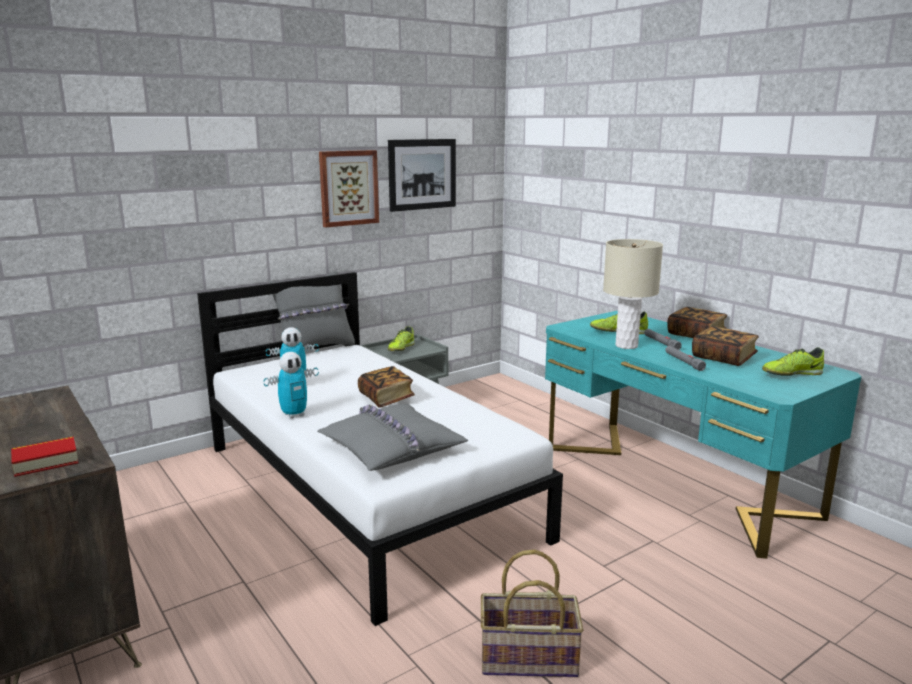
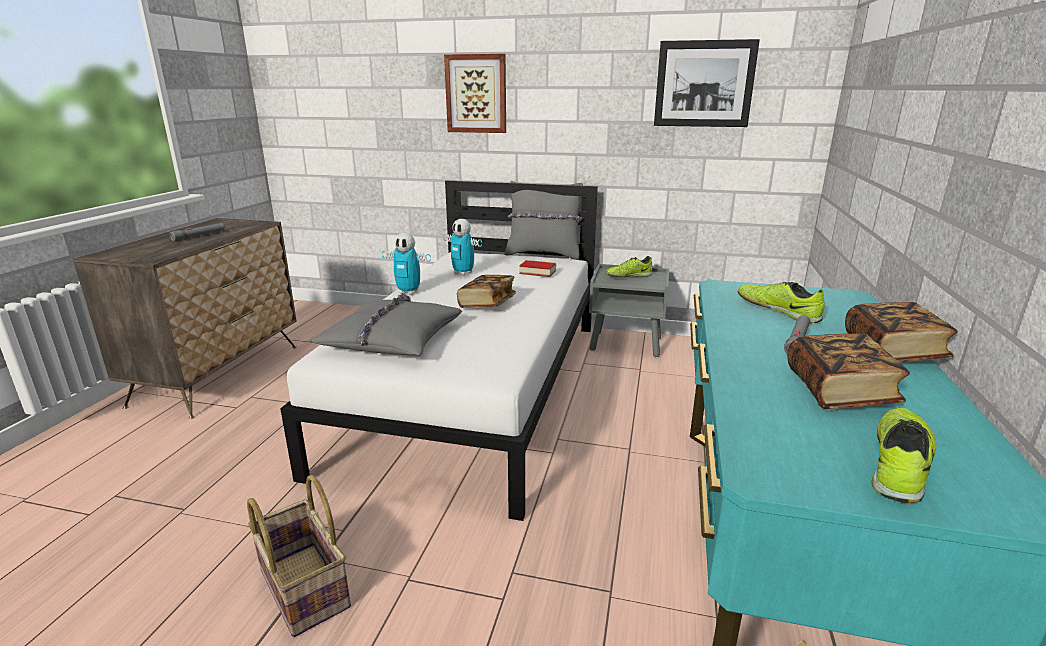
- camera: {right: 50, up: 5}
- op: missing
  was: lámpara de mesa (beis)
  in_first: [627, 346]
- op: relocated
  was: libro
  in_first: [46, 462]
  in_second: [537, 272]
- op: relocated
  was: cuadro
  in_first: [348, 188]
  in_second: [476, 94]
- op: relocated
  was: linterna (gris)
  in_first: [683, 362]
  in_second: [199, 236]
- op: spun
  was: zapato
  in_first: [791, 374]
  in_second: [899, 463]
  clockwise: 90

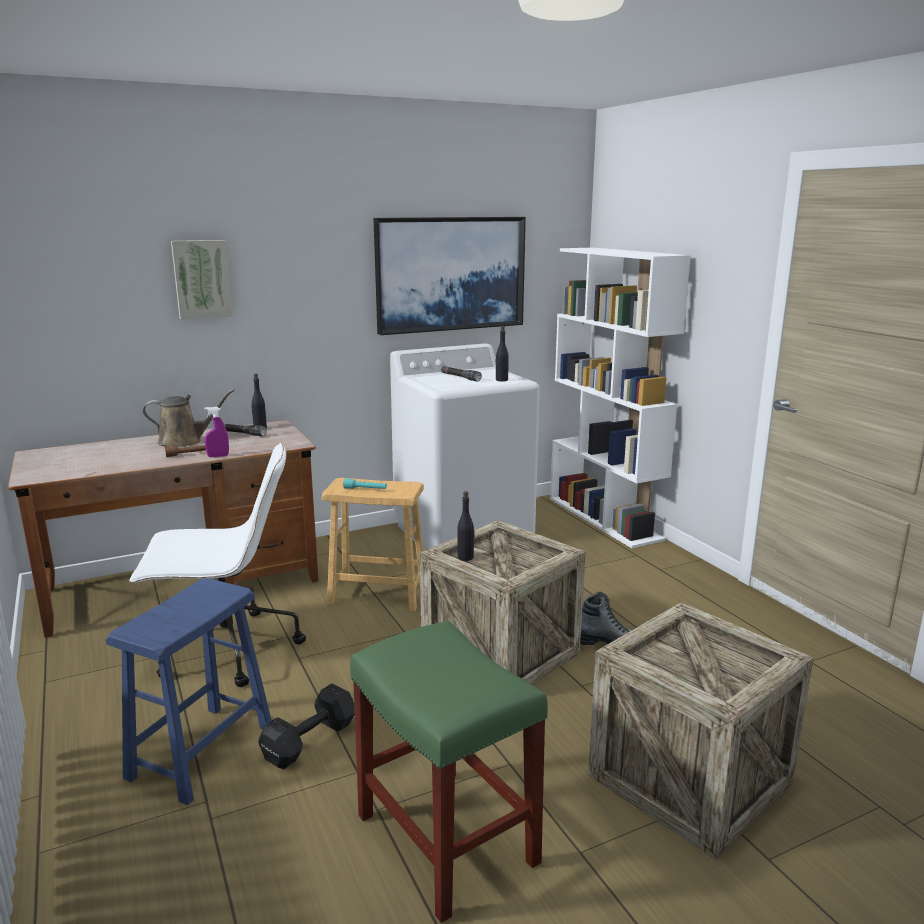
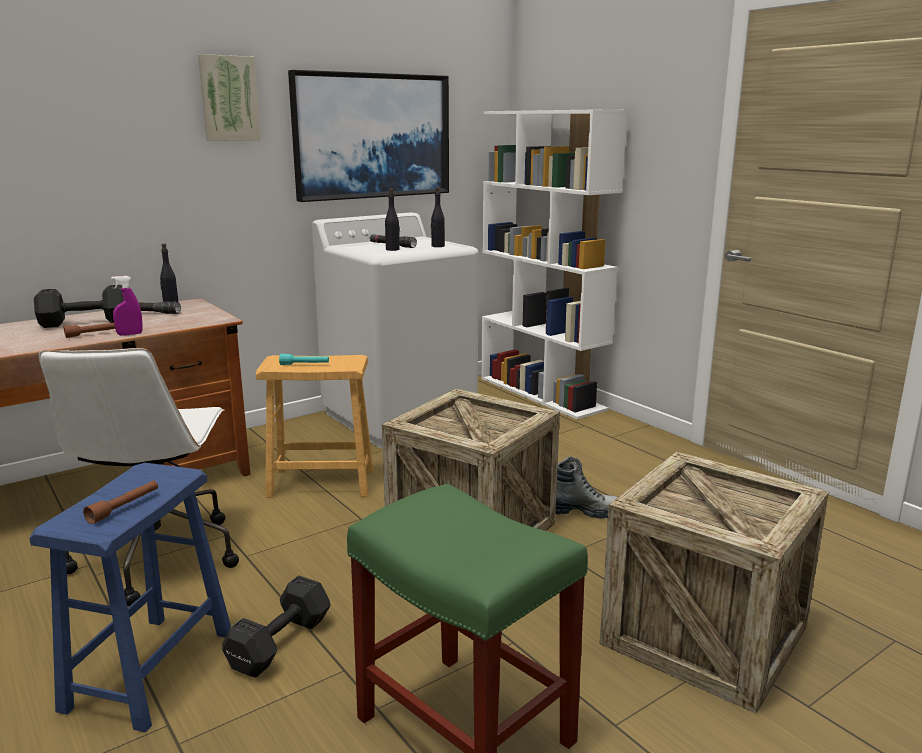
- camera: {right: -10, up: 0}
- op: appeared
  now: linterna (marrón)
  in_second: [124, 507]
- op: relocated
  was: cuadro
  in_first: [201, 279]
  in_second: [229, 98]
- op: relocated
  was: botella (negro)
  in_first: [465, 557]
  in_second: [393, 249]
- op: exchanged
  was: regadera (marrón)
  now: mancuerna (negro)
  in_first: [184, 441]
  in_second: [84, 322]
- op: spun
  was: silla de oficina (blanco)
  in_first: [226, 650]
  in_second: [157, 555]
  clockwise: 105

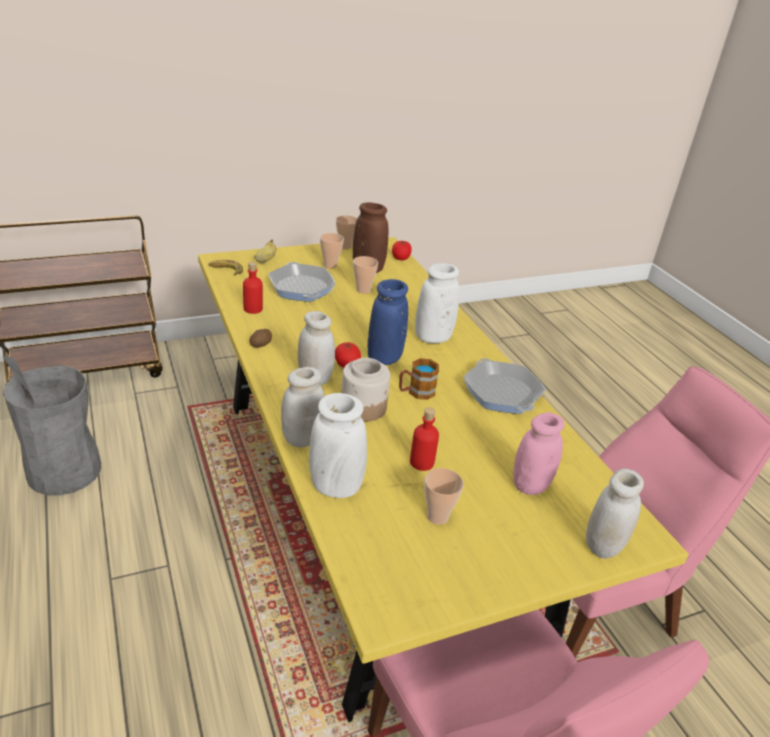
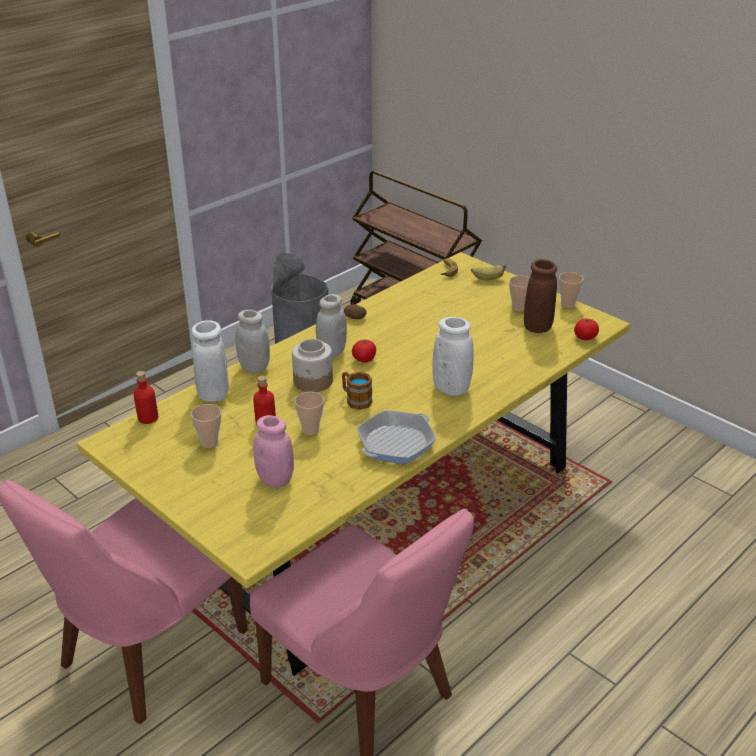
- camera: {right: 70, up: 0}
- op: missing
  was: sartén
  in_first: [301, 288]
- op: missing
  was: florero (azul)
  in_first: [384, 357]
- op: missing
  was: tarro (blanco)
  in_first: [603, 546]
- op: relocated
  was: botella (rojo)
  in_first: [253, 309]
  in_second: [148, 418]
- op: relocated
  was: taza
  in_first: [363, 290]
  in_second: [310, 430]

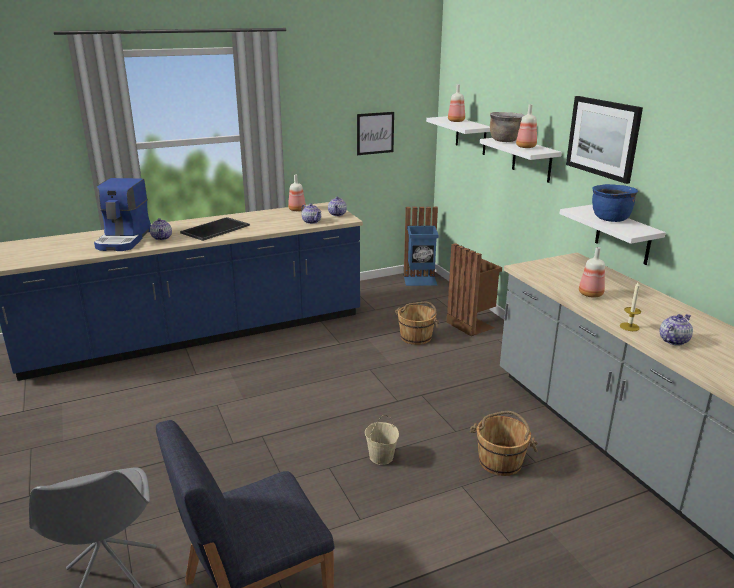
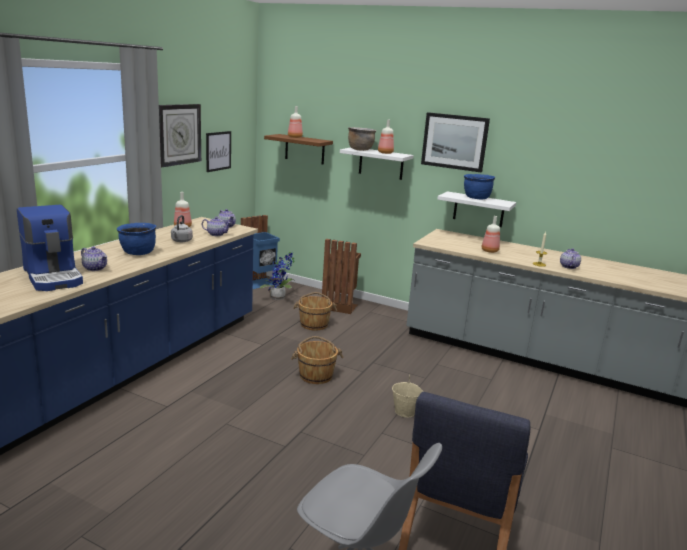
- camera: {right: -40, up: -5}
- op: appeared
  now: reloj de pared
  in_second: [179, 134]
- op: appeared
  now: hervidor (gris)
  in_second: [181, 241]
- op: appeared
  now: planta en maceta
  in_second: [279, 298]
- op: relocated
  was: cubo (marrón)
  in_first: [500, 461]
  in_second: [316, 375]
- op: exchanged
  was: bandeja
  now: olla (azul)
  in_first: [215, 229]
  in_second: [138, 253]
- op: colour
  was: estante (blanco)
  now: estante (marrón)
  in_first: [471, 135]
  in_second: [304, 149]

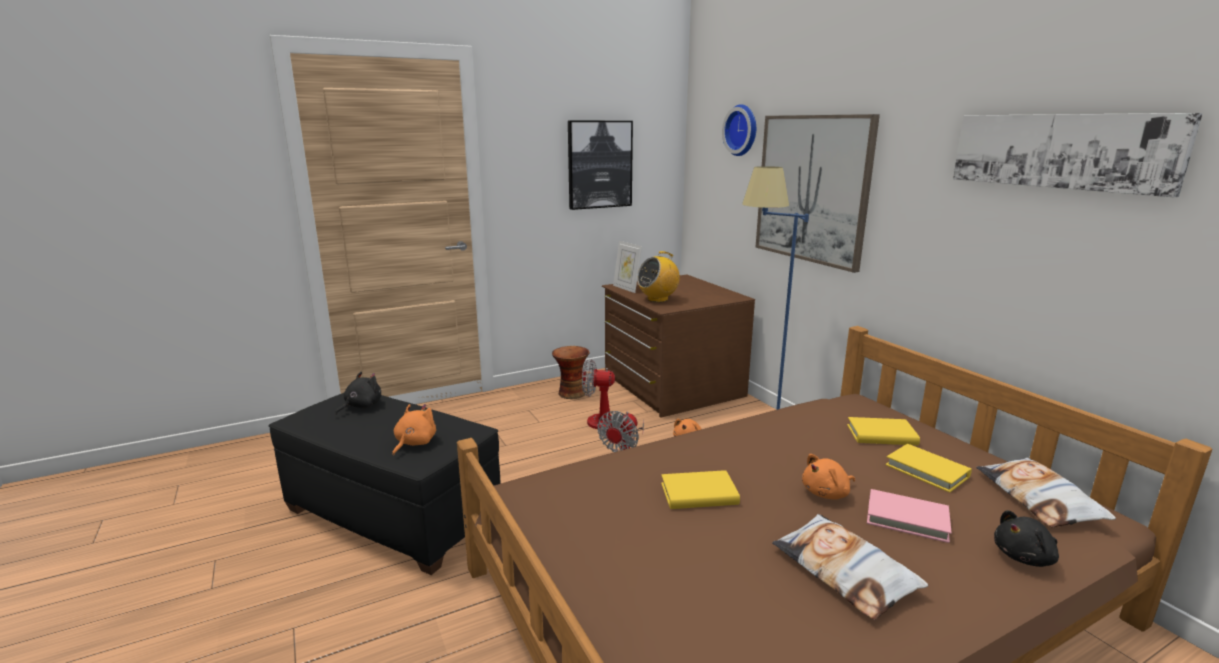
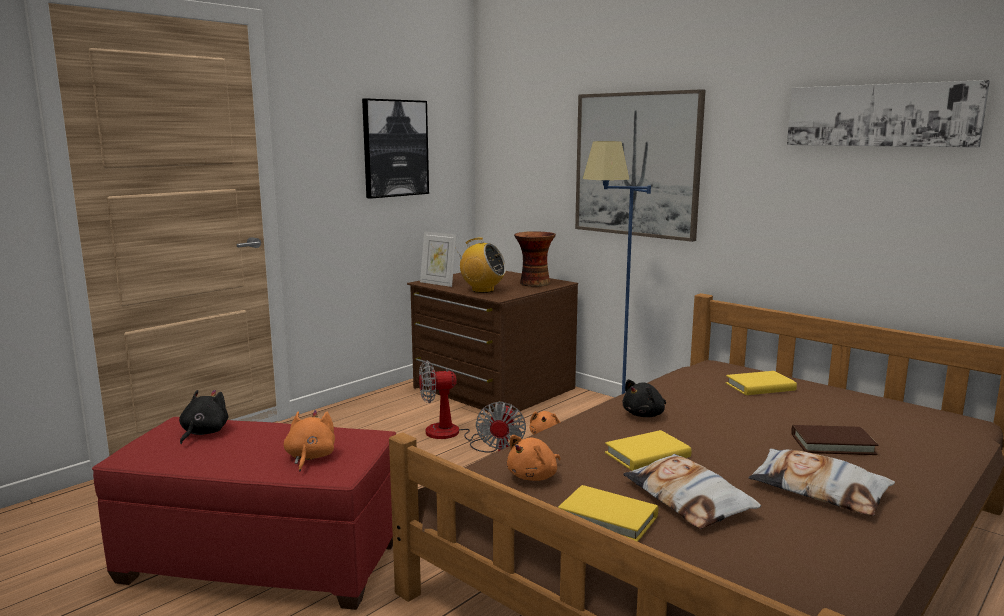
- camera: {right: -20, up: -5}
- op: missing
  was: reloj de pared
  in_first: [743, 130]
- op: relocated
  was: florero
  in_first: [571, 393]
  in_second: [533, 283]
- op: relocated
  was: peluche (naranja)
  in_first: [827, 493]
  in_second: [534, 476]
- op: relocated
  was: libro (amarillo)
  in_first: [927, 471]
  in_second: [608, 518]
- op: relocated
  was: cojín
  in_first: [1039, 499]
  in_second: [688, 499]
- op: relocated
  was: peluche (negro)
  in_first: [1025, 557]
  in_second: [645, 415]
- op: colour
  was: puf (negro)
  now: puf (rojo)
  in_first: [393, 515]
  in_second: [261, 561]
- op: colour
  was: libro (rosa)
  now: libro (marrón)
  in_first: [907, 519]
  in_second: [832, 444]
- op: spun
  was: radio
  in_first: [658, 299]
  in_second: [482, 290]
  clockwise: -105

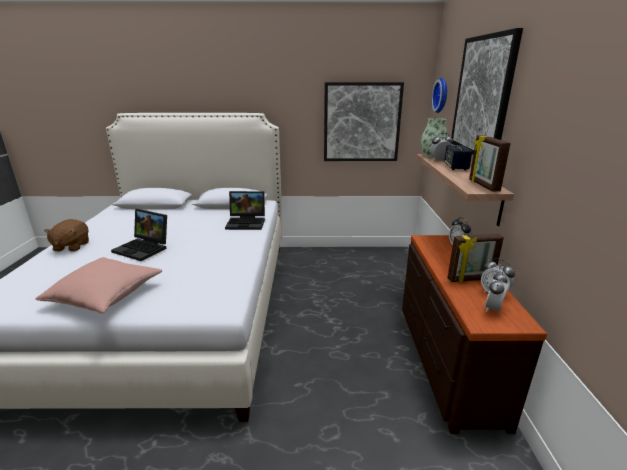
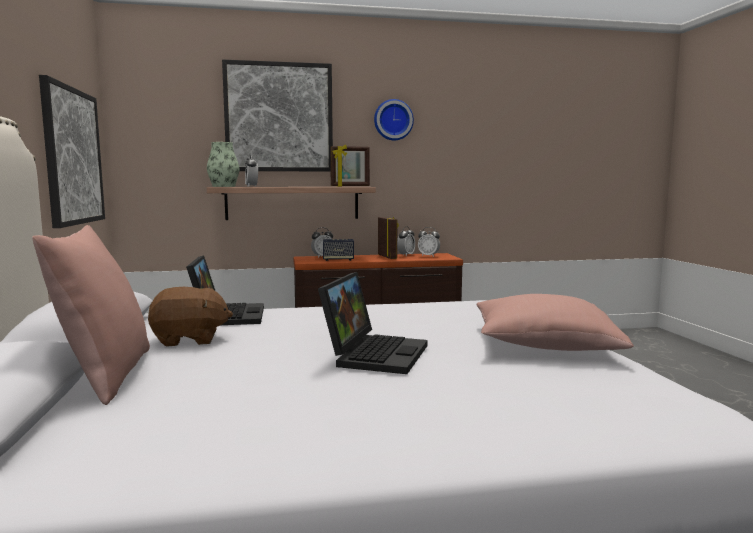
- camera: {right: -100, up: -15}
- op: appeared
  now: cojín (rosa)
  in_second: [105, 376]
- op: relocated
  was: peluche (marrón)
  in_first: [71, 246]
  in_second: [189, 340]
- op: relocated
  was: reloj de pared
  in_first: [442, 95]
  in_second: [393, 120]
- op: relocated
  was: altavoz
  in_first: [456, 167]
  in_second: [338, 260]

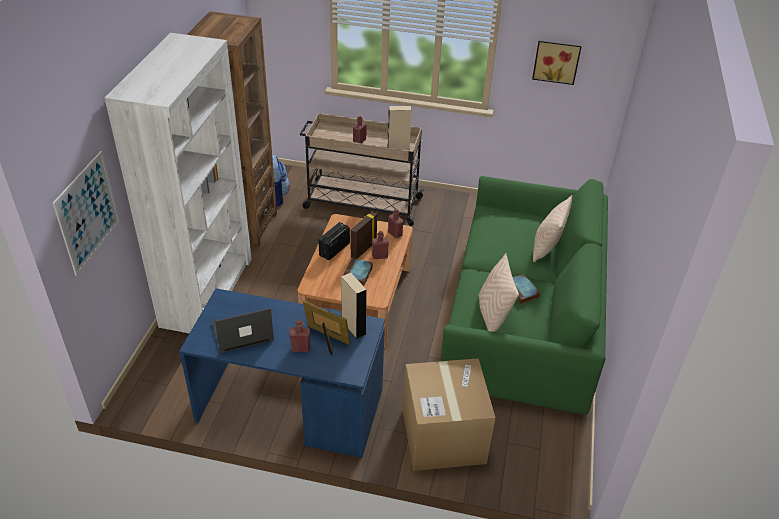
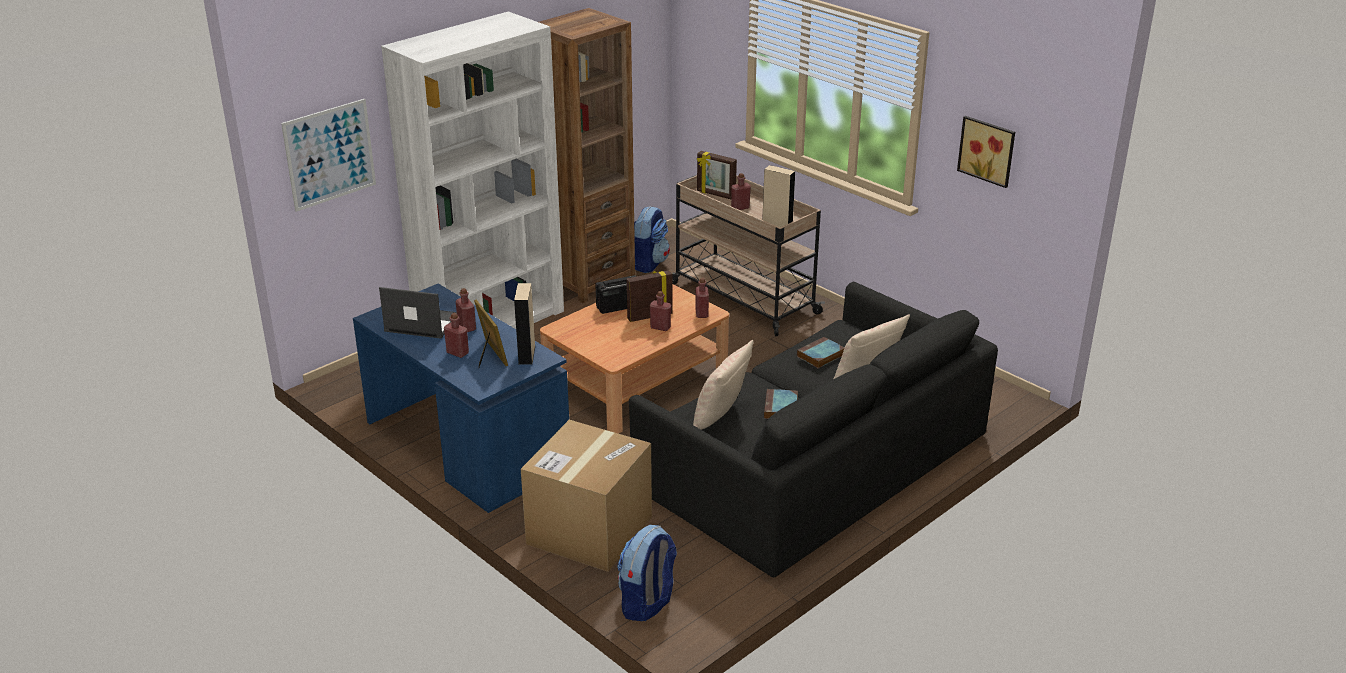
- camera: {right: 35, up: -10}
- op: appeared
  now: botella (rojo)
  in_second: [467, 327]
- op: appeared
  now: mochila
  in_second: [647, 603]
- op: appeared
  now: portarretratos
  in_second: [715, 194]
- op: relocated
  was: libro
  in_first: [357, 274]
  in_second: [820, 356]
- op: colour
  was: sofá (verde)
  now: sofá (negro)
  in_first: [523, 314]
  in_second: [813, 462]

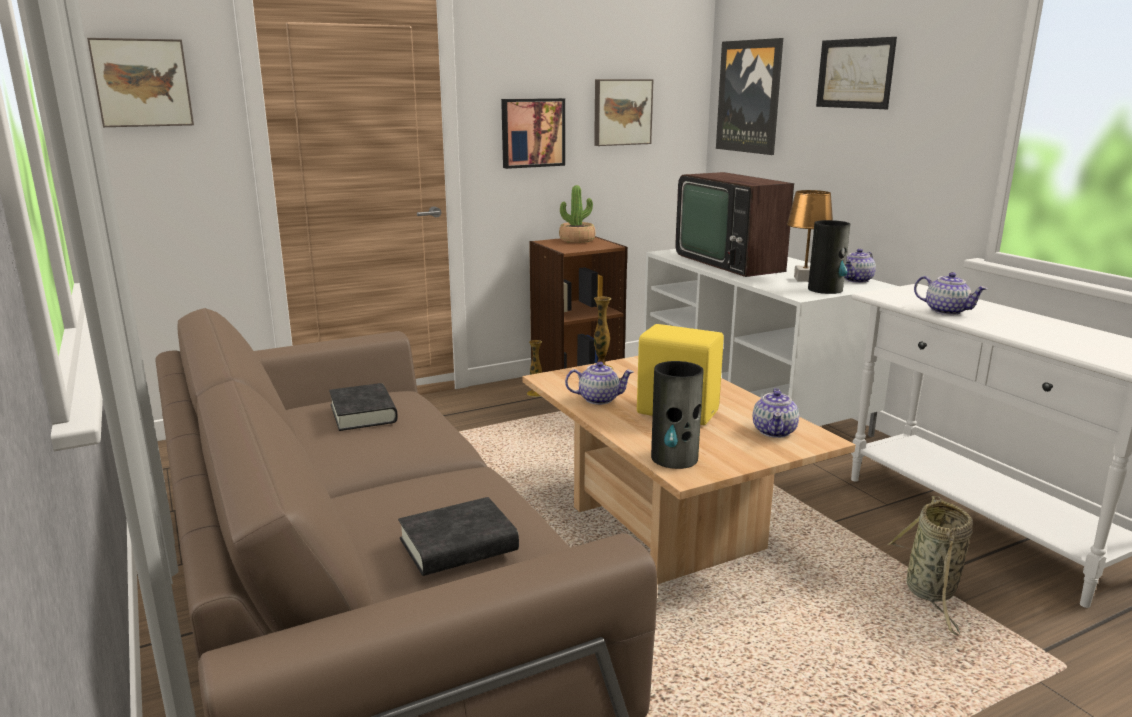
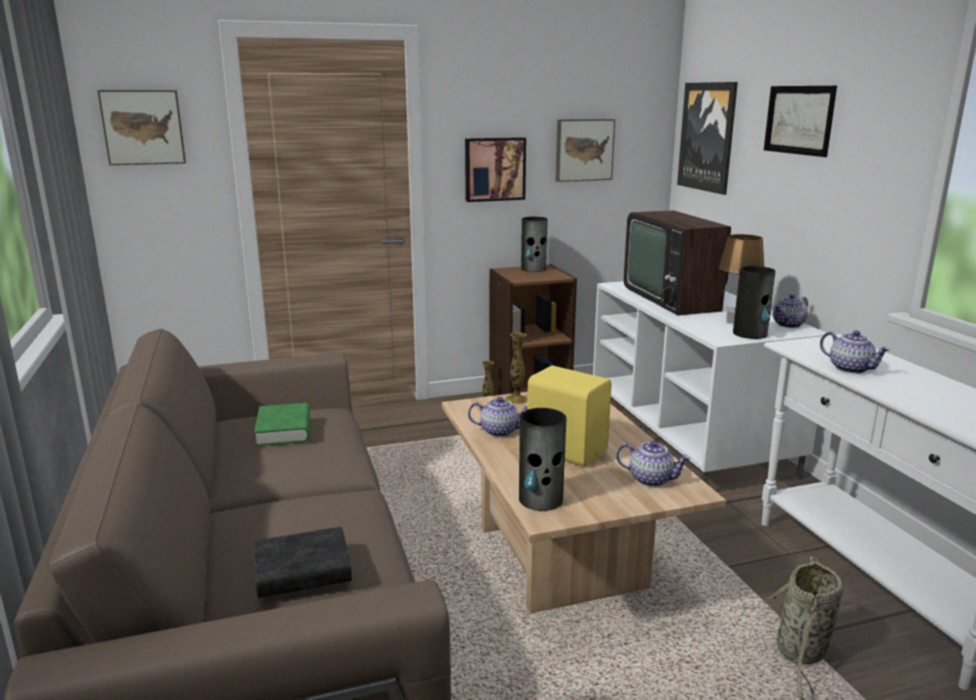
- camera: {right: 10, up: 0}
- op: exchanged
  was: planta en maceta
  now: florero
  in_first: [577, 240]
  in_second: [533, 269]
- op: colour
  was: libro (negro)
  now: libro (verde)
  in_first: [363, 413]
  in_second: [284, 430]
- op: spun
  was: tetera
  in_first: [775, 432]
  in_second: [651, 479]
  clockwise: -90

